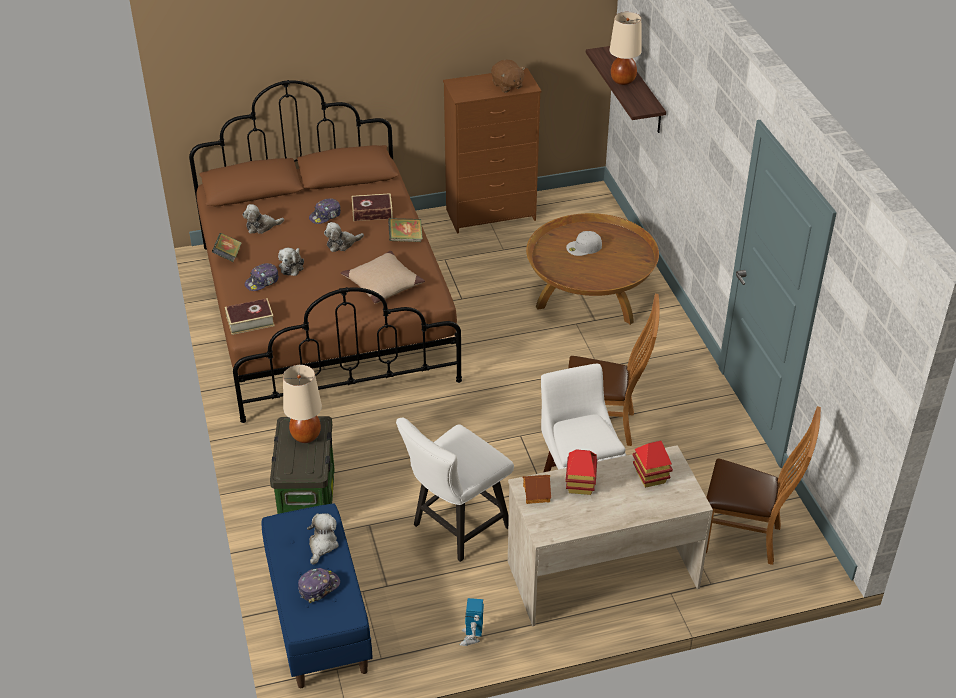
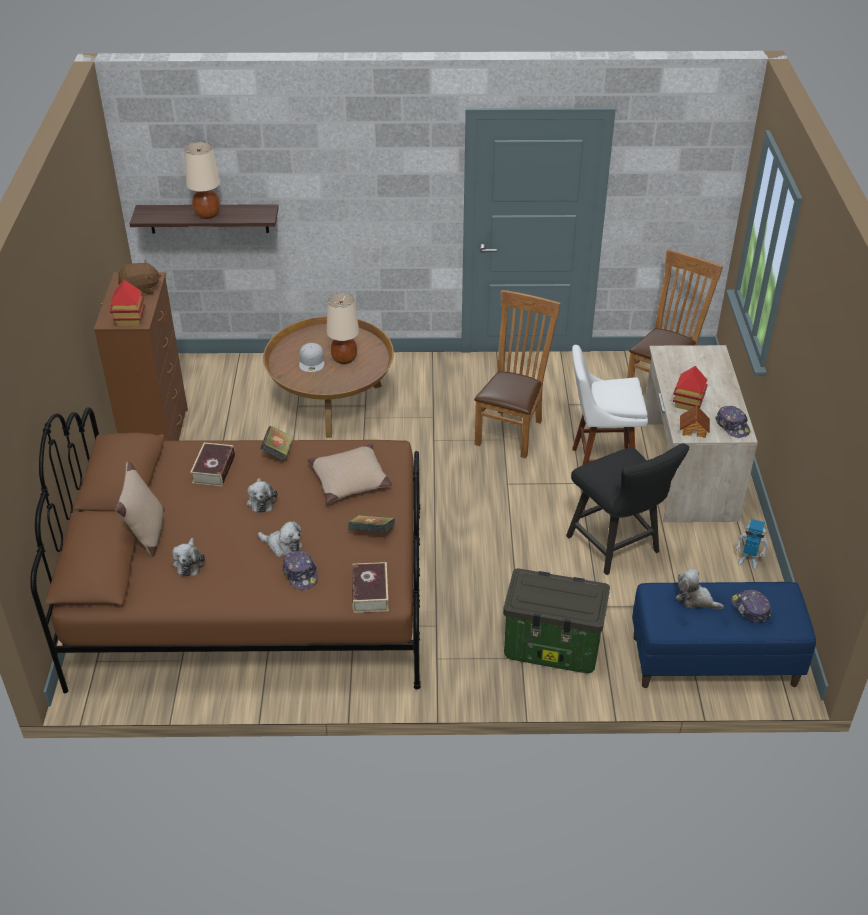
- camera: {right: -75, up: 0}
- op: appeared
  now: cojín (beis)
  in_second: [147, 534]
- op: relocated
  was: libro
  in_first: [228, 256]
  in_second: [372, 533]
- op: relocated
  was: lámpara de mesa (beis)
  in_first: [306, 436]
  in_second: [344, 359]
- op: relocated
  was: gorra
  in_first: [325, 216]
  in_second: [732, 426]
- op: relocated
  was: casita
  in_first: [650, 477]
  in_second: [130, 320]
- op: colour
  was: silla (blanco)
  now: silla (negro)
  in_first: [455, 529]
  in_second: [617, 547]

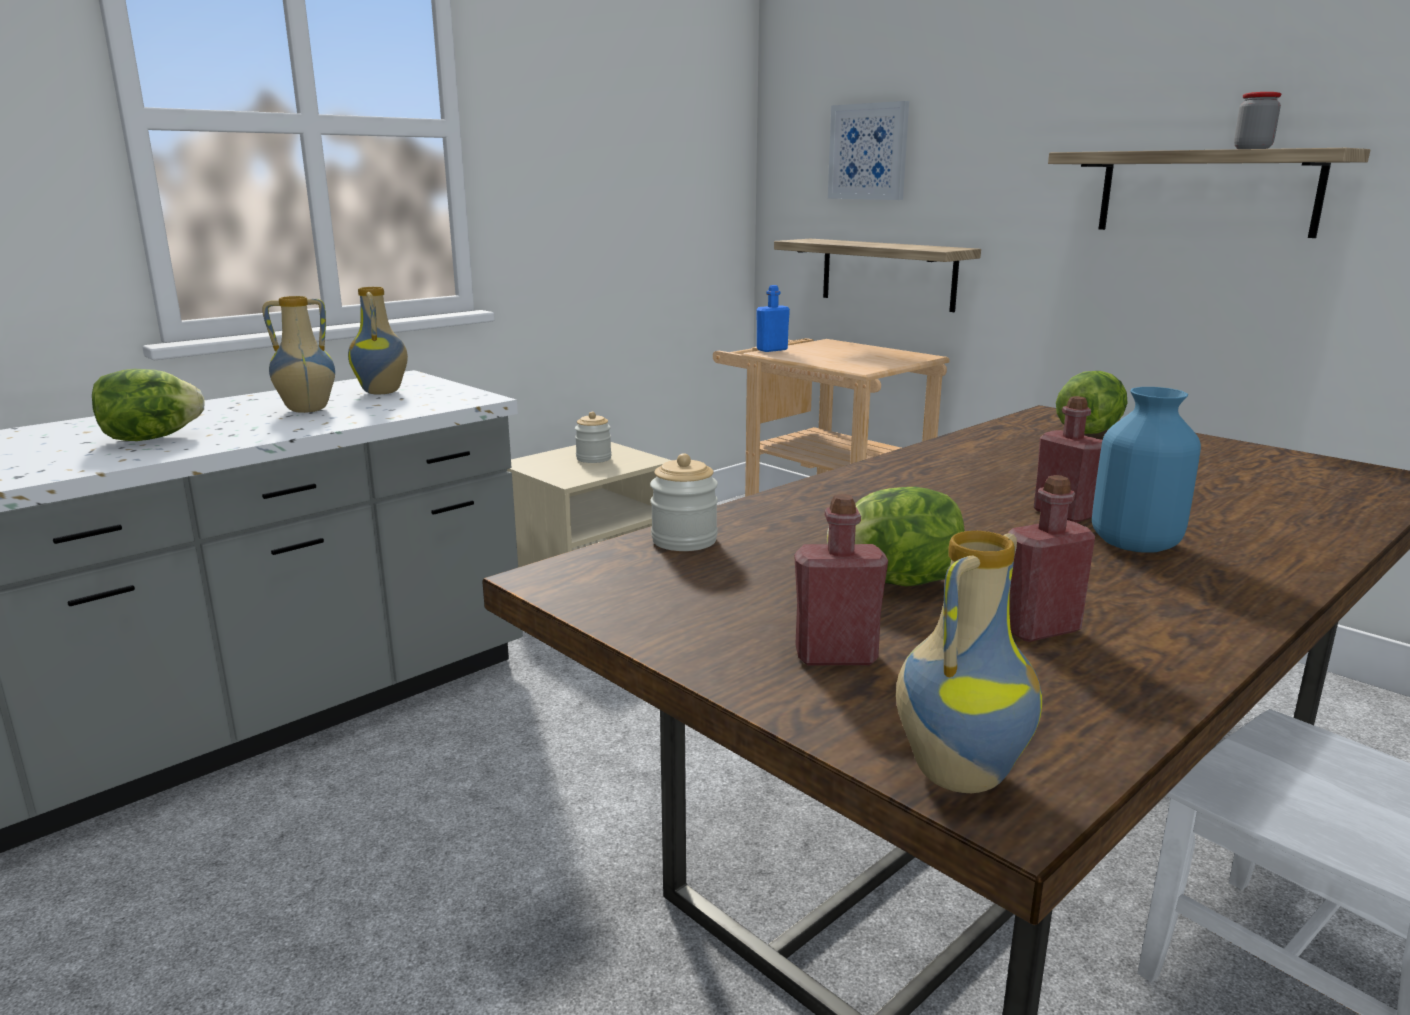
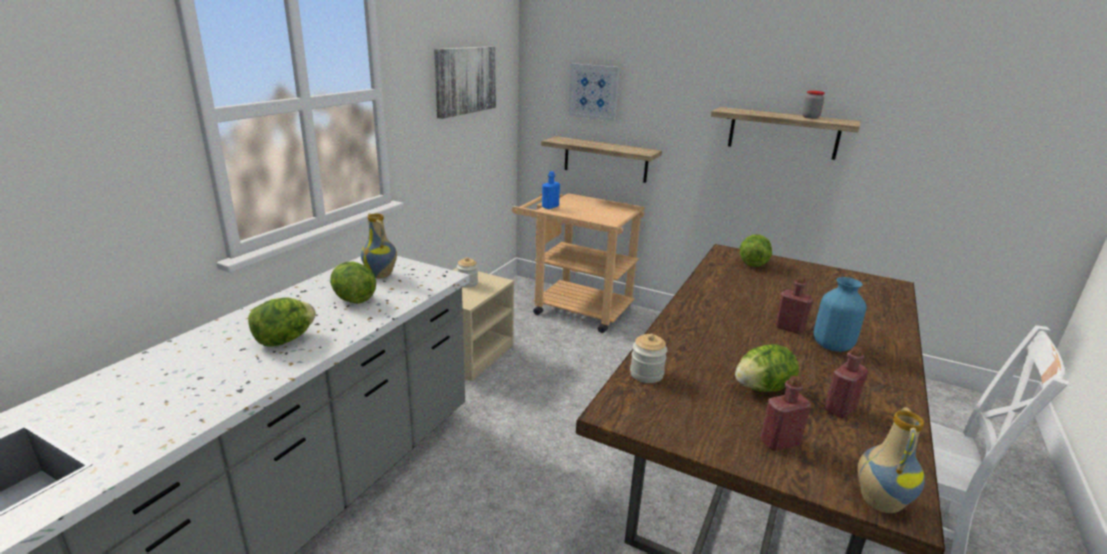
- camera: {right: -20, up: 5}
- op: appeared
  now: cuadro
  in_second: [465, 80]
- op: exchanged
  was: florero
  now: lechuga
  in_first: [307, 410]
  in_second: [353, 299]

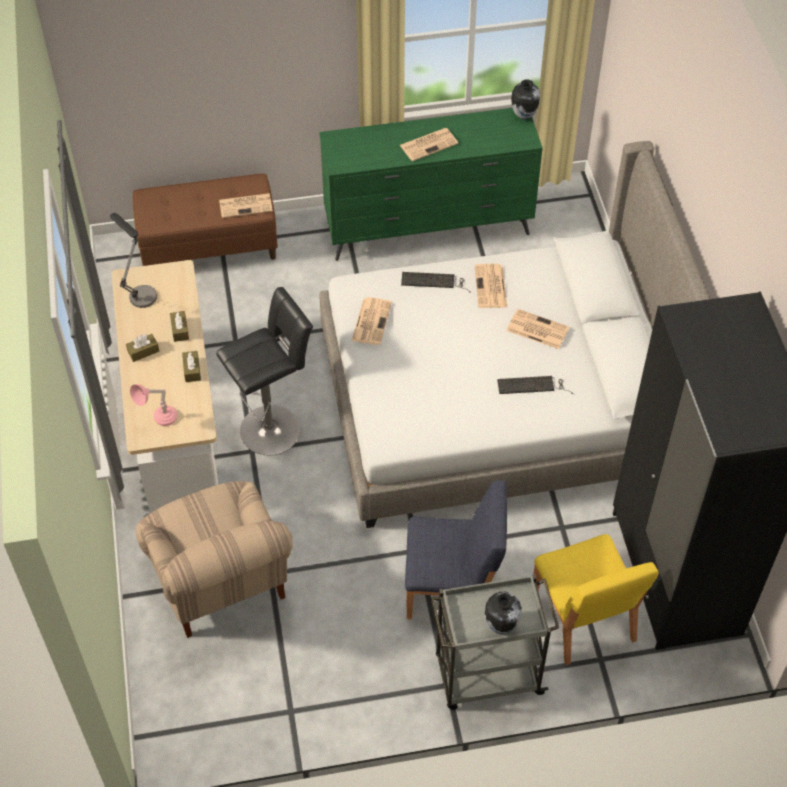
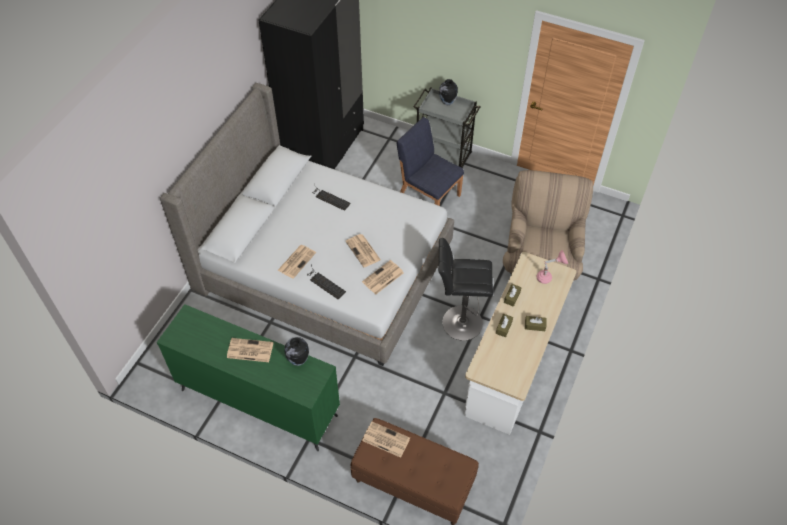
- camera: {right: -145, up: 0}
- op: missing
  was: lámpara de mesa
  in_first: [139, 291]
- op: missing
  was: silla (amarillo)
  in_first: [583, 618]
- op: relocated
  was: periódico
  in_first: [536, 329]
  in_second: [363, 251]
- op: relocated
  was: florero
  in_first: [524, 115]
  in_second: [298, 360]

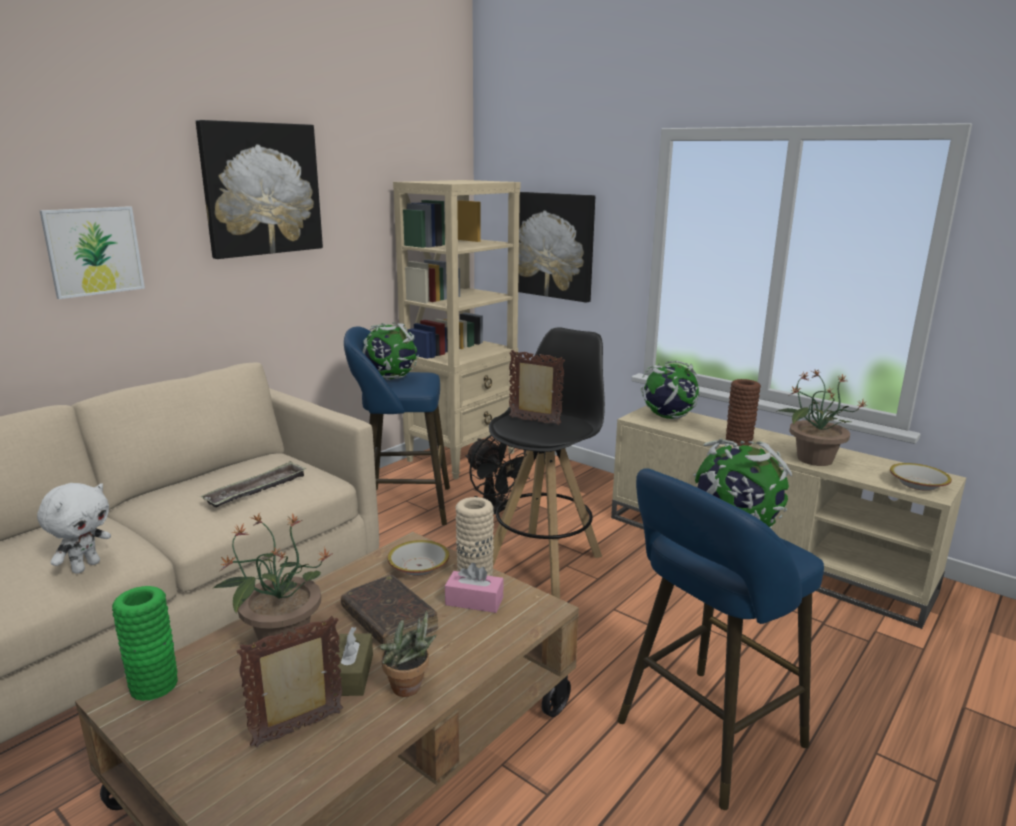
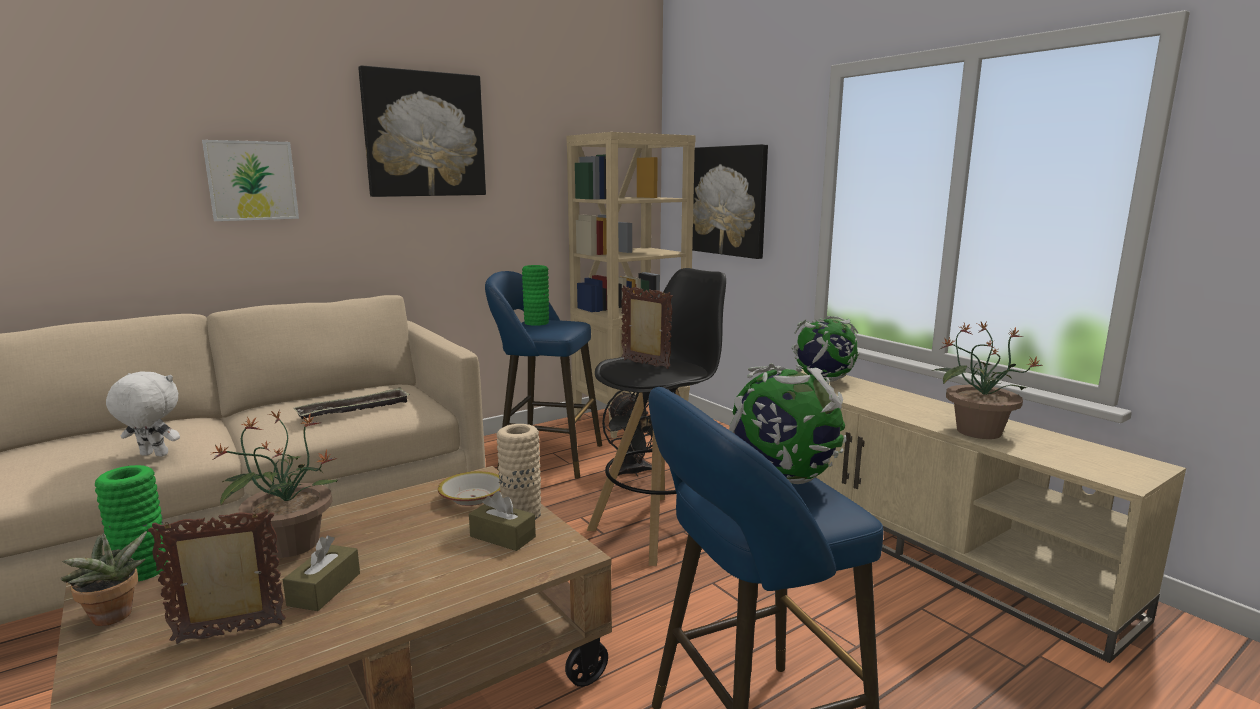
- camera: {right: 15, up: -5}
- op: missing
  was: libro (marrón)
  in_first: [389, 620]
- op: missing
  was: florero (marrón)
  in_first: [738, 441]
- op: missing
  was: cuenco
  in_first: [917, 484]
- op: relocated
  was: planta en maceta
  in_first: [410, 689]
  in_second: [113, 618]
- op: exchanged
  was: globo terráqueo
  now: florero (verde)
  in_first: [391, 378]
  in_second: [536, 323]
- op: colour
  was: caja de pañuelos (rosa)
  now: caja de pañuelos (marrón)
  in_first: [474, 601]
  in_second: [502, 537]
- op: spun
  was: peluche (blanco)
  in_first: [85, 566]
  in_second: [152, 455]
  clockwise: -120

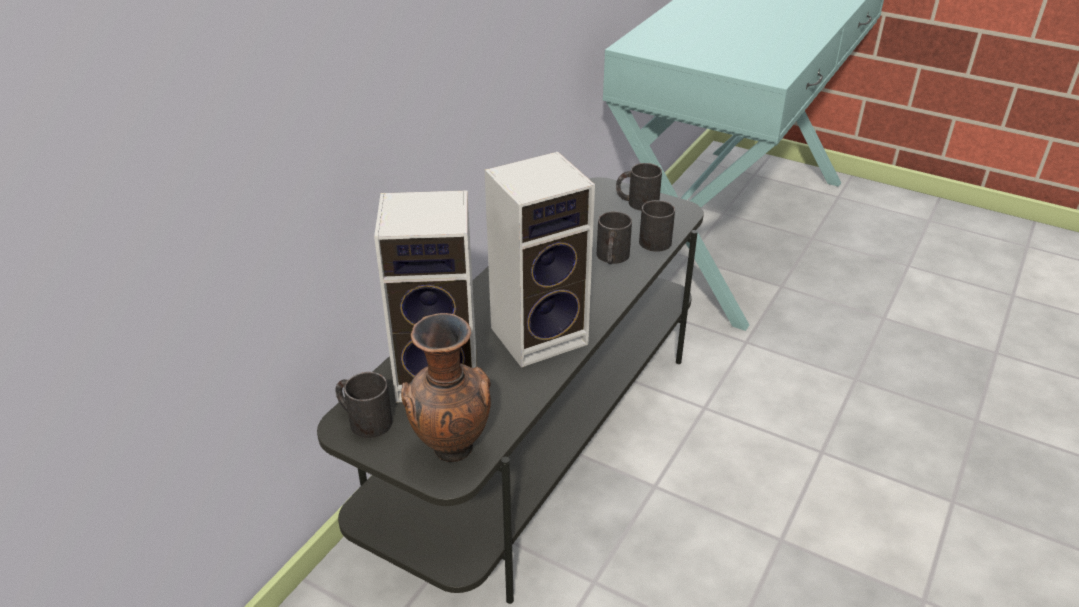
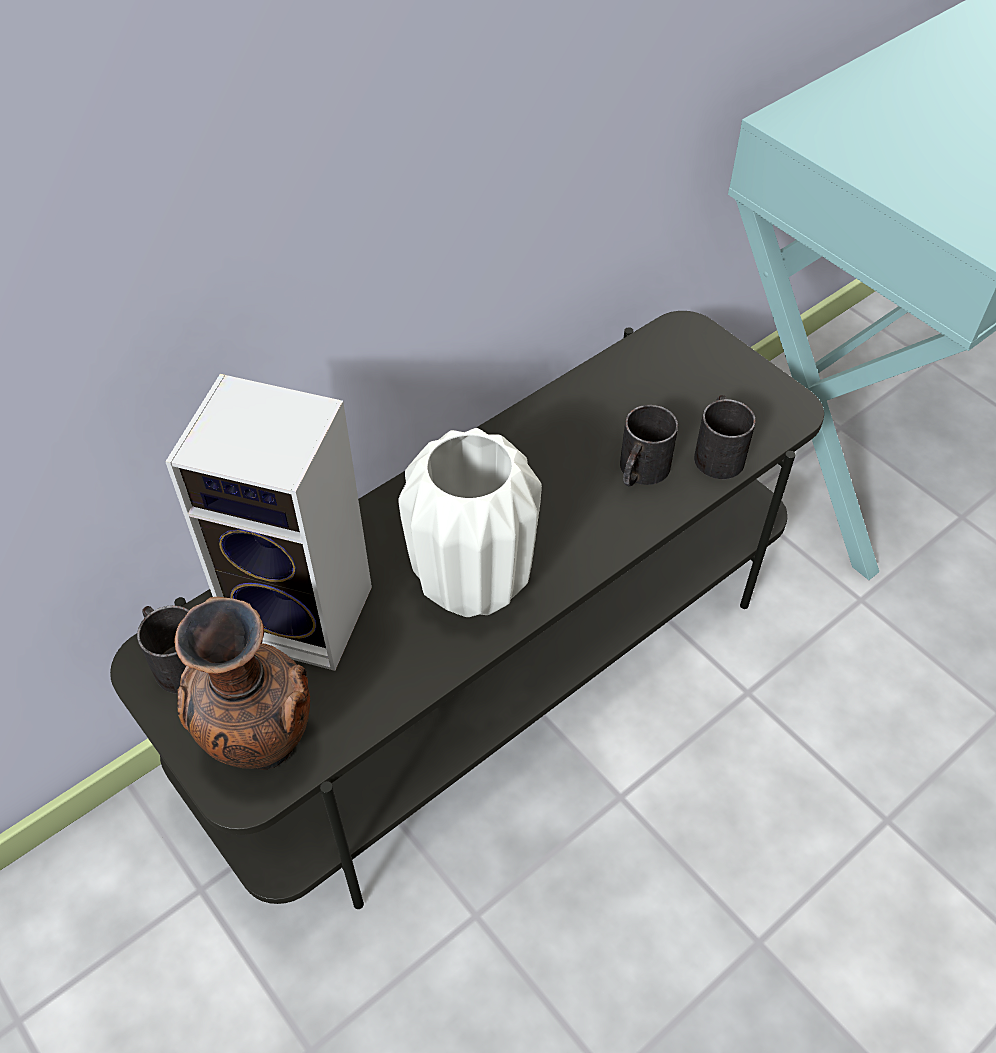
- camera: {right: 20, up: 15}
- op: missing
  was: taza grande (negro)
  in_first: [636, 202]
- op: exchanged
  was: altavoz
  now: florero (blanco)
  in_first: [541, 334]
  in_second: [474, 583]

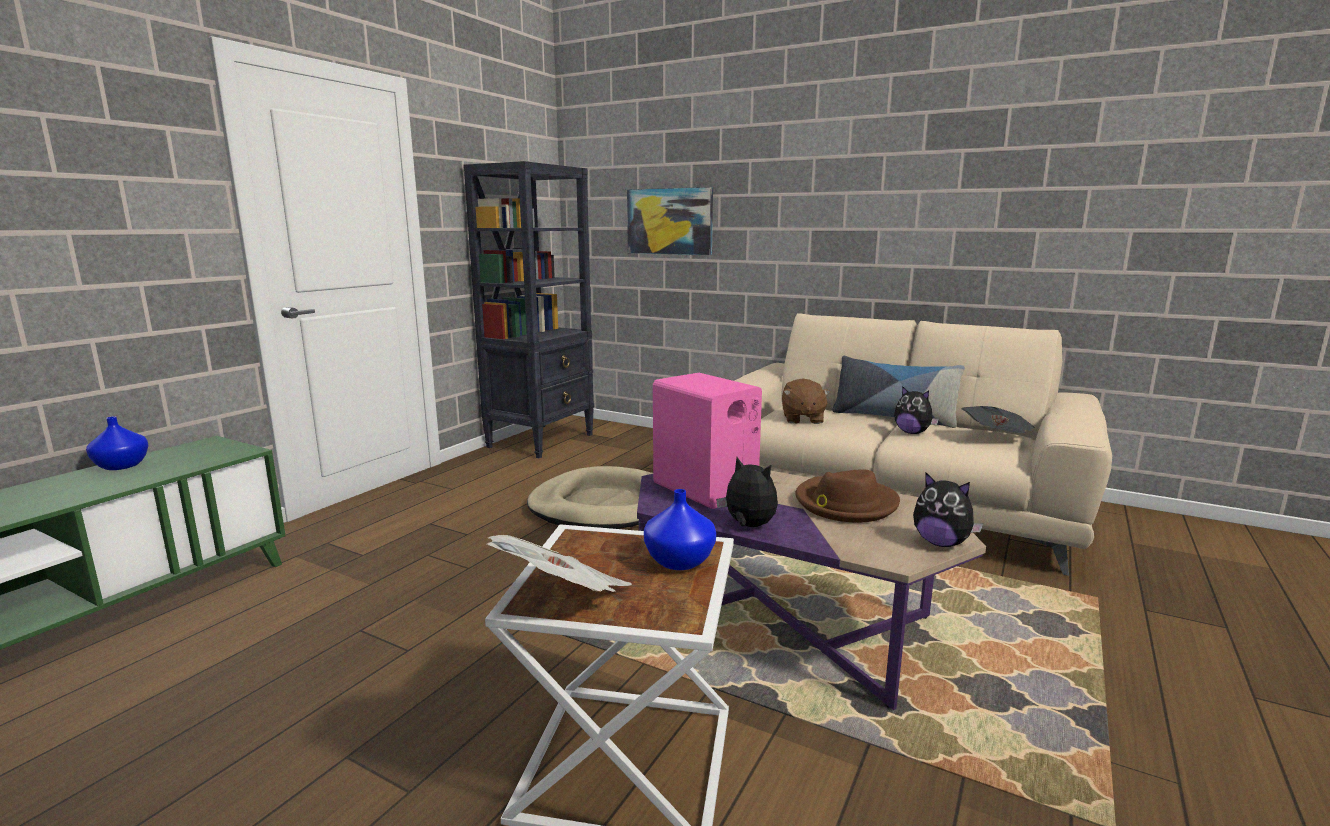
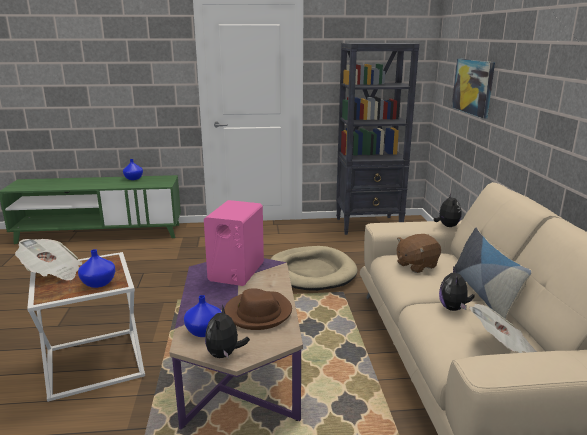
- camera: {right: 55, up: 5}
- op: appeared
  now: florero (azul)
  in_second: [204, 331]
- op: relocated
  was: peluche
  in_first: [748, 526]
  in_second: [447, 226]

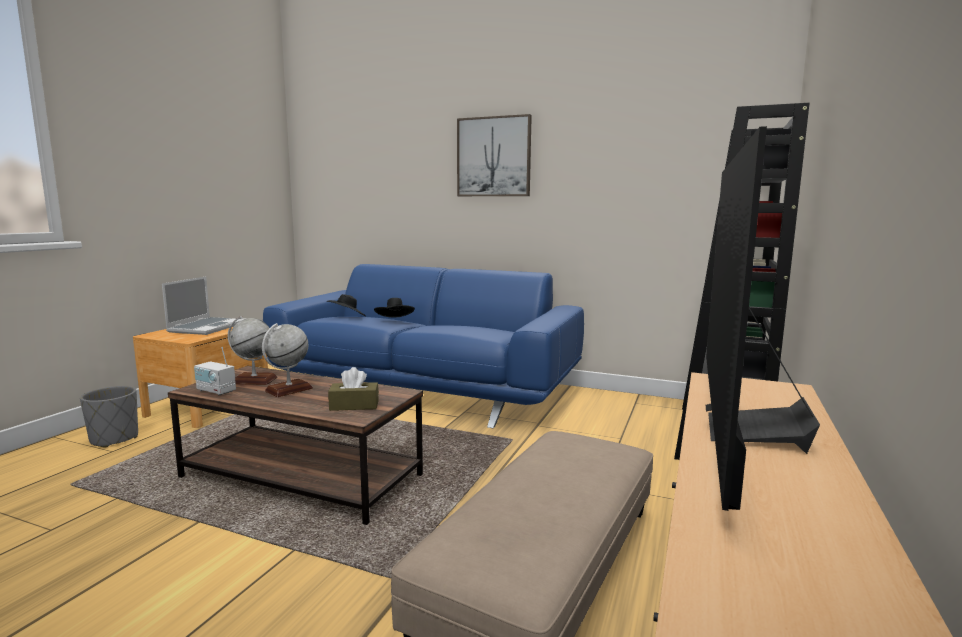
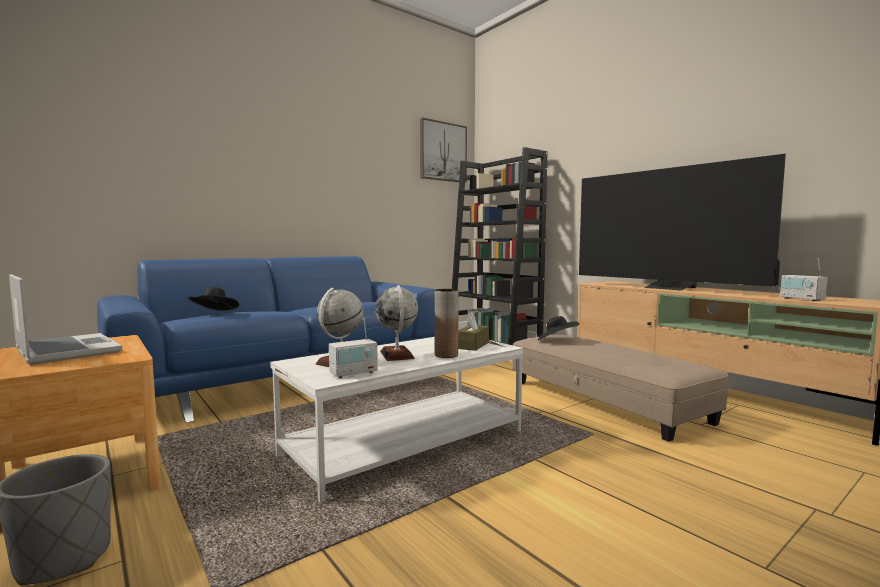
- camera: {right: -60, up: -5}
- op: appeared
  now: florero (marrón)
  in_second: [446, 355]
- op: appeared
  now: radio
  in_second: [802, 299]
- op: relocated
  was: sombrero (negro)
  in_first: [395, 320]
  in_second: [556, 340]
- op: relocated
  was: cuadro
  in_first: [494, 157]
  in_second: [442, 151]
- op: colour
  was: mesa de centro (marrón)
  now: mesa de centro (blanco)
  in_first: [303, 476]
  in_second: [406, 443]

